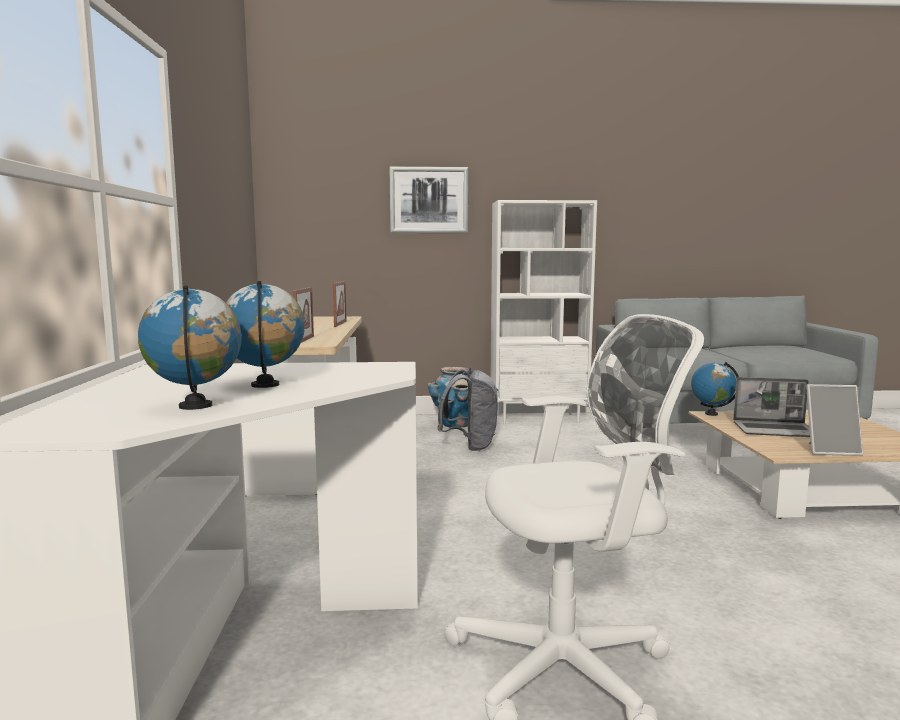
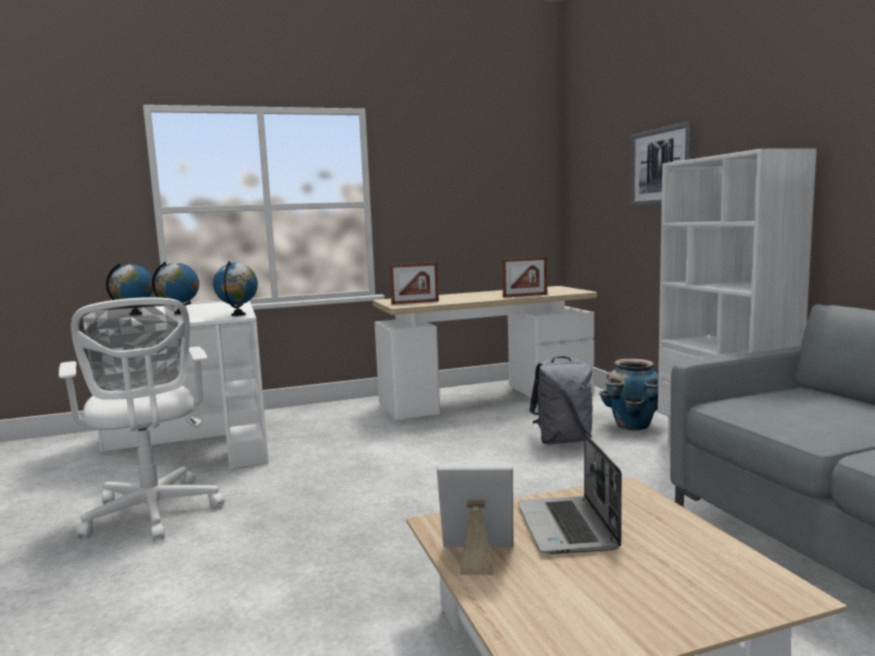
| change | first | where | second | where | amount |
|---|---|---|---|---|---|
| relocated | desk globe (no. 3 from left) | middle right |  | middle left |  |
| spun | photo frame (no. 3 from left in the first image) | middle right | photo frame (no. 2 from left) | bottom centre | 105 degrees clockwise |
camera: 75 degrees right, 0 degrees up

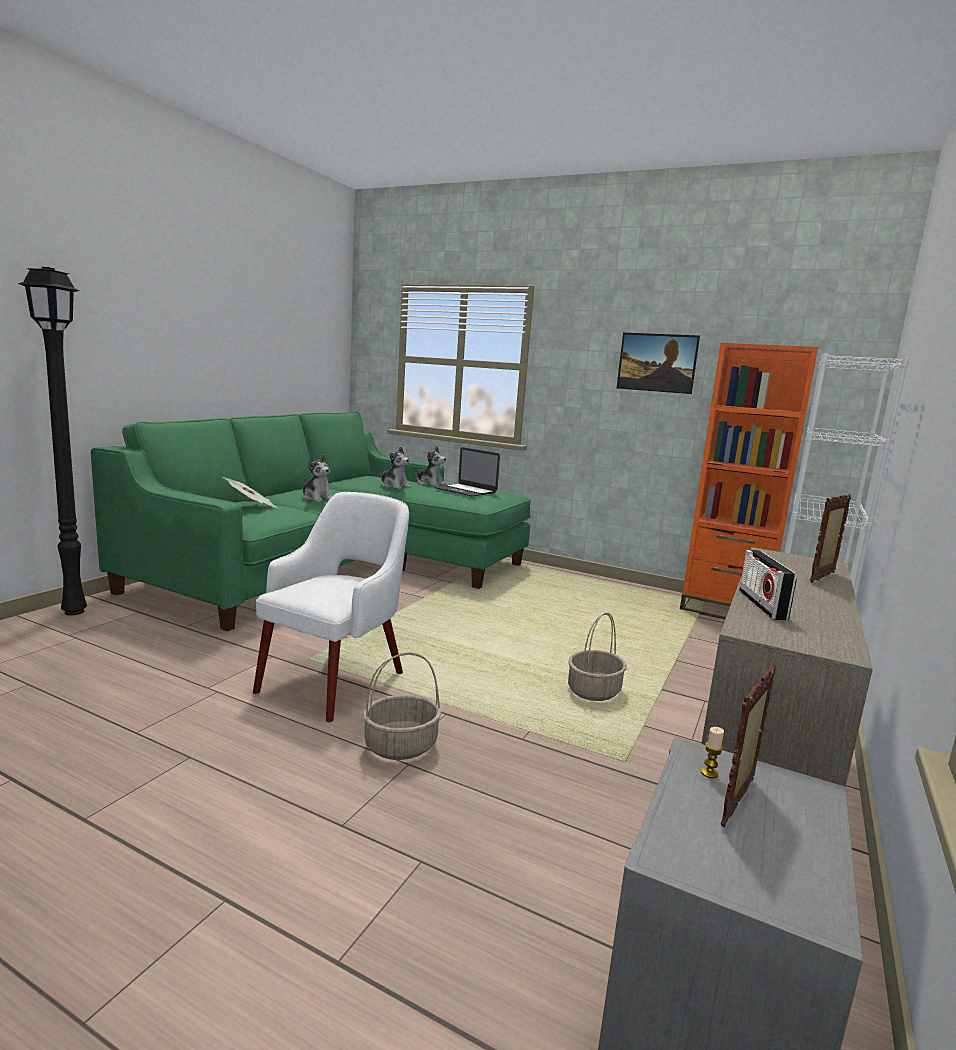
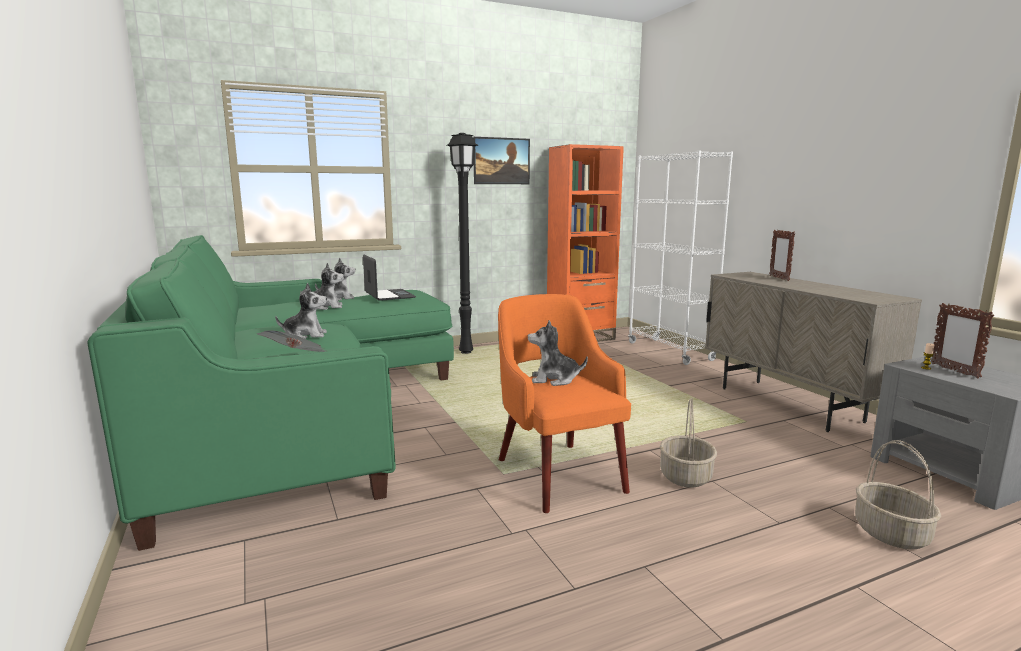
| change | first | where | second | where | amount |
|---|---|---|---|---|---|
| missing | radio set | middle right |  |  |  |
| appeared |  |  | cuddly toy (no. 4 from left) | centre |  |
| relocated | blackish standard lamp | middle left |  | centre |  |
| relocated | storage basket (no. 2 from left) | centre |  | bottom right |  |
| colour | whitish armchair | centre | orange armchair | centre |  |
| spun | portable computer | centre |  | centre | 105 degrees counterclockwise |
camera: 50 degrees left, 0 degrees up

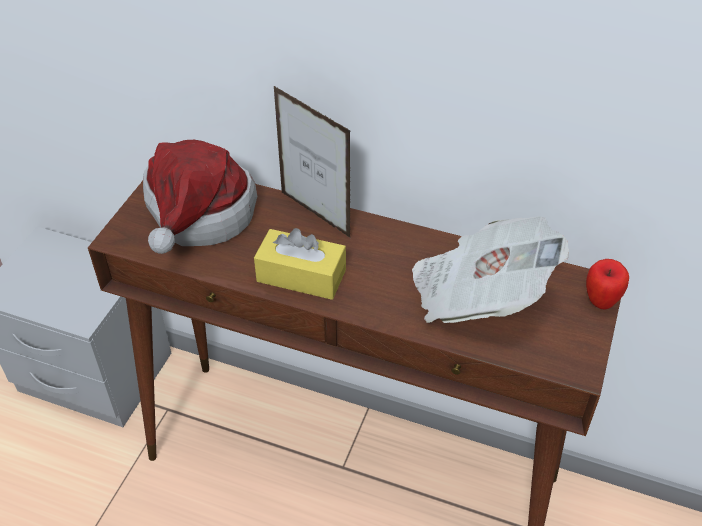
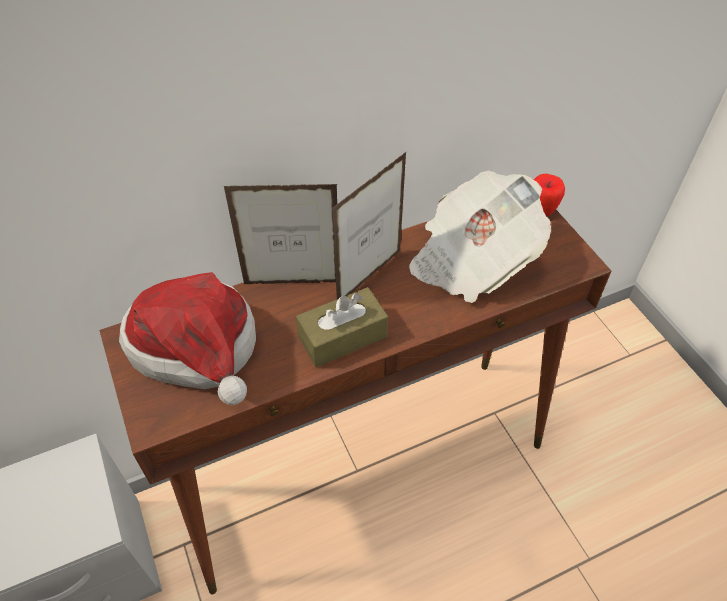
| change | first | where | second | where | amount |
|---|---|---|---|---|---|
| appeared |  |  | photo frame (no. 2 from left) | centre |  |
| colour | yellow box of tissues | centre | brown-coloured box of tissues | centre |  |
camera: 45 degrees left, 5 degrees up

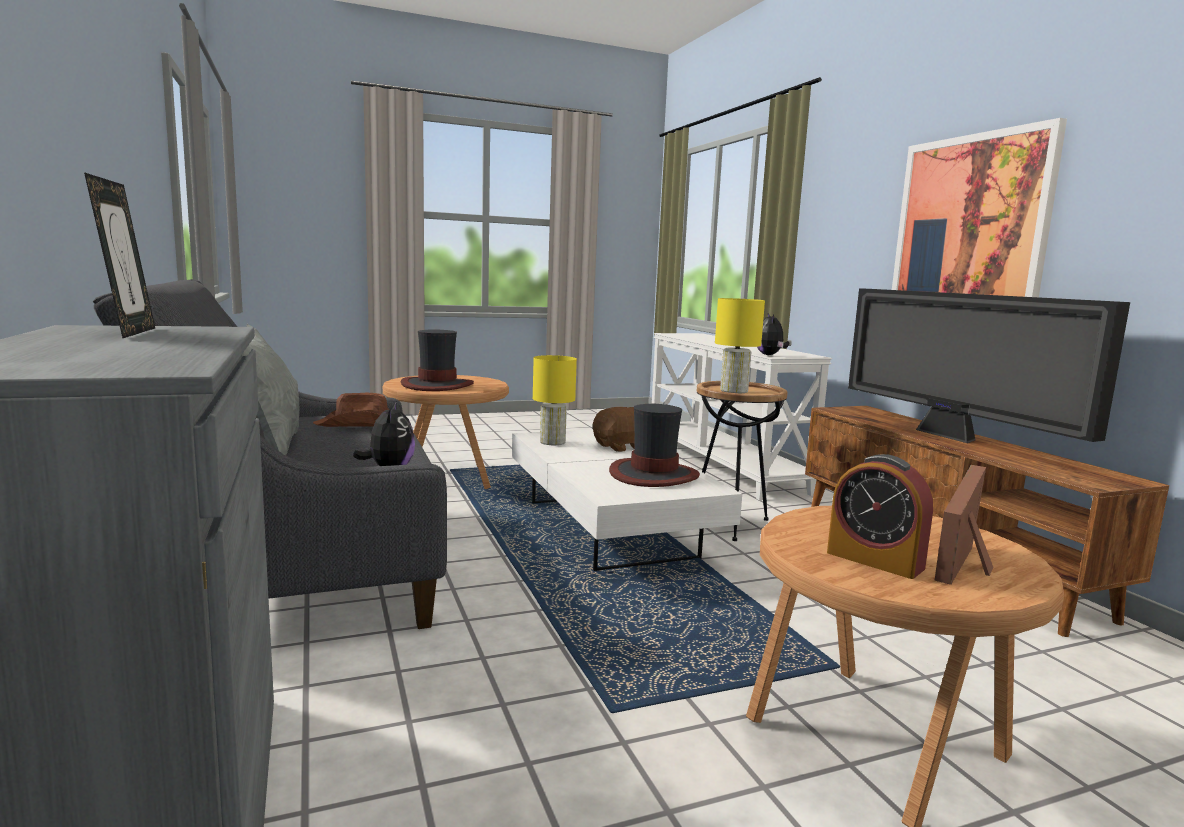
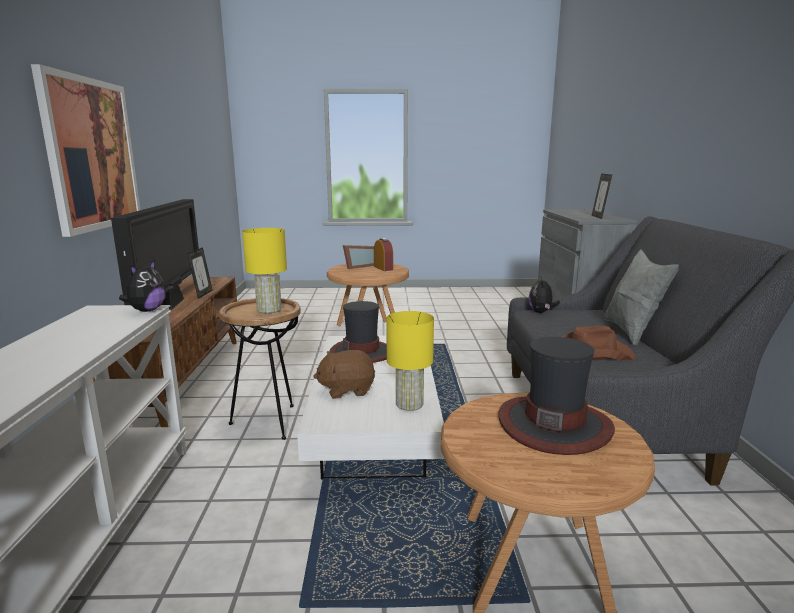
| change | first | where | second | where | amount |
|---|---|---|---|---|---|
| appeared |  |  | photo frame (no. 1 from left) | middle left |  |
camera: 160 degrees left, 5 degrees up

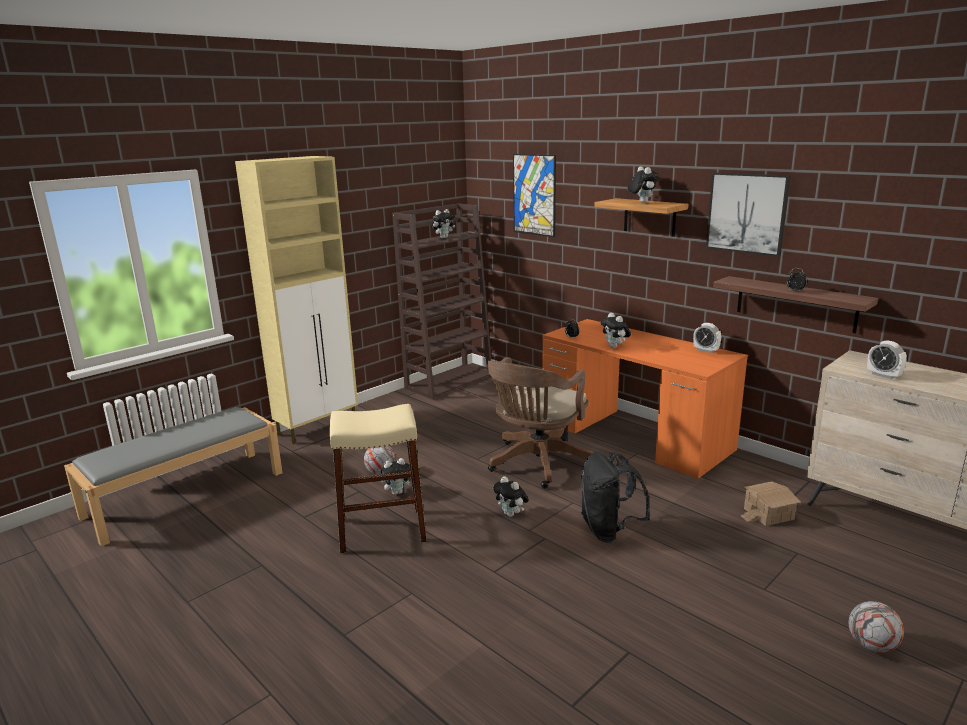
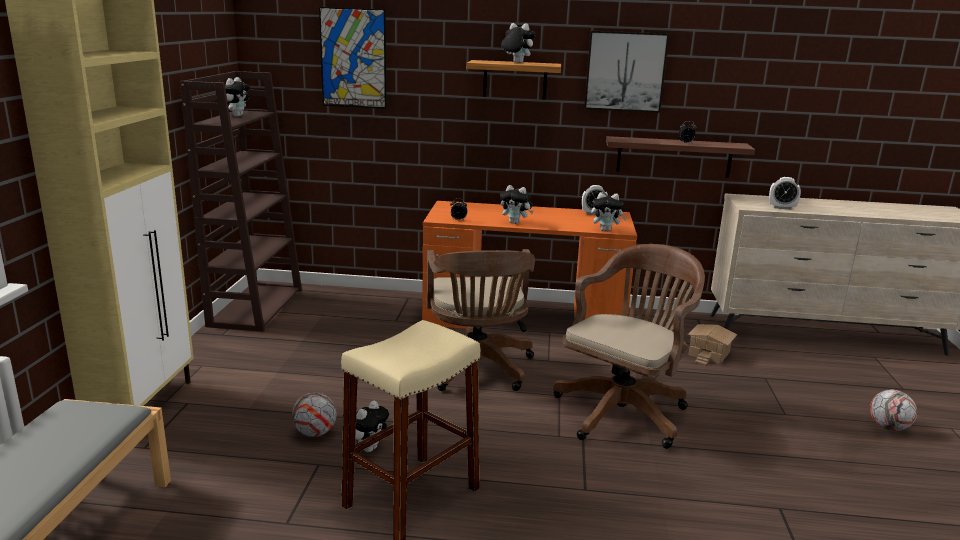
| change | first | where | second | where | amount |
|---|---|---|---|---|---|
| relocated | cuddly toy (no. 3 from left in the first image) | bottom centre | cuddly toy (no. 5 from left) | centre |  |
| exchanged | blackish knapsack | bottom centre | brown-coloured desk chair (no. 2 from left) | centre |  |
camera: 40 degrees left, 0 degrees up

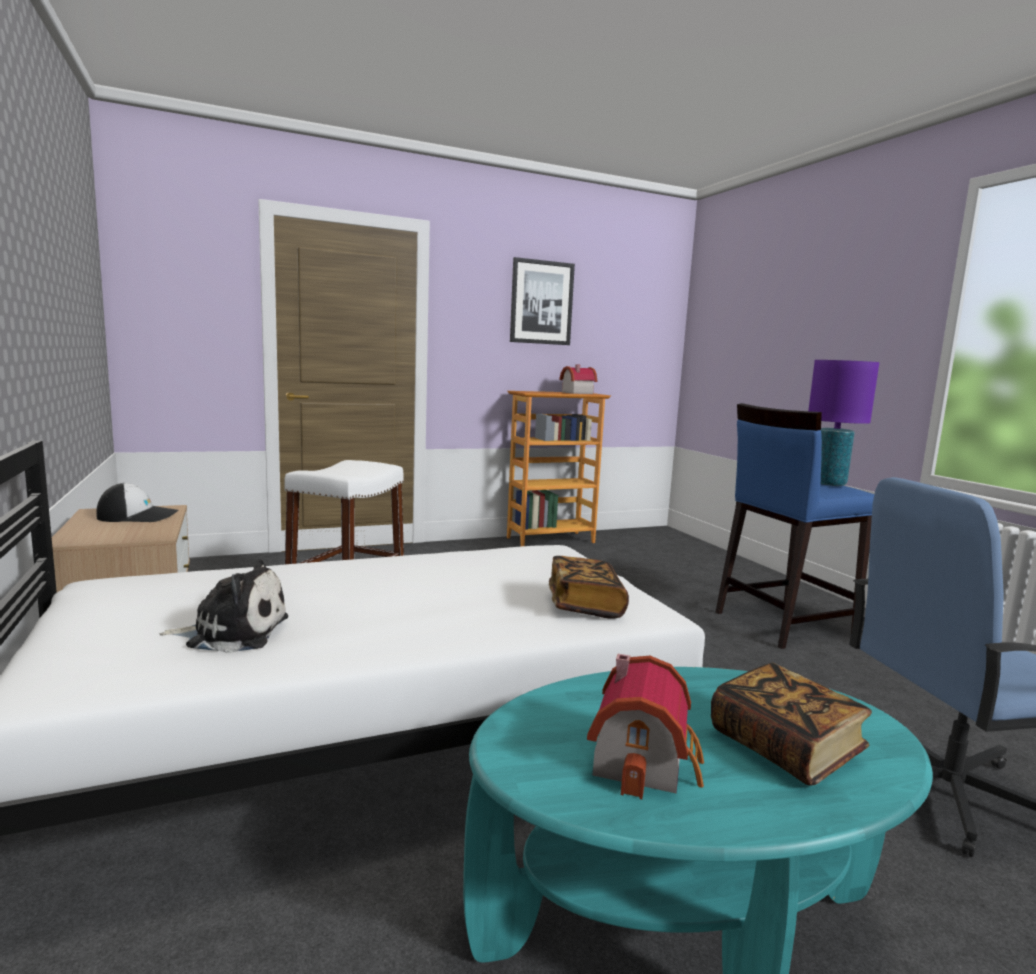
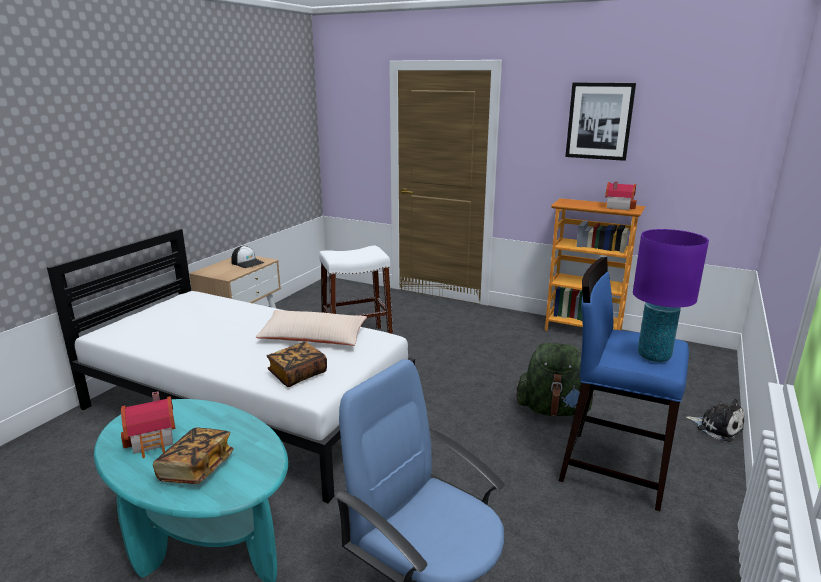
| change | first | where | second | where | amount |
|---|---|---|---|---|---|
| appeared |  |  | sand-coloured cushion | centre |  |
| appeared |  |  | green knapsack | middle right |  |
| relocated | cuddly toy | middle left |  | bottom right |  |
camera: 50 degrees right, 10 degrees up

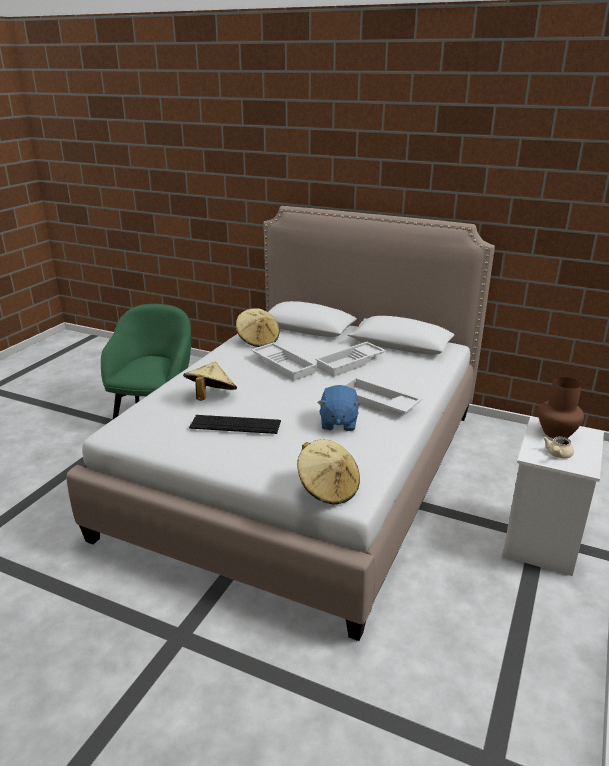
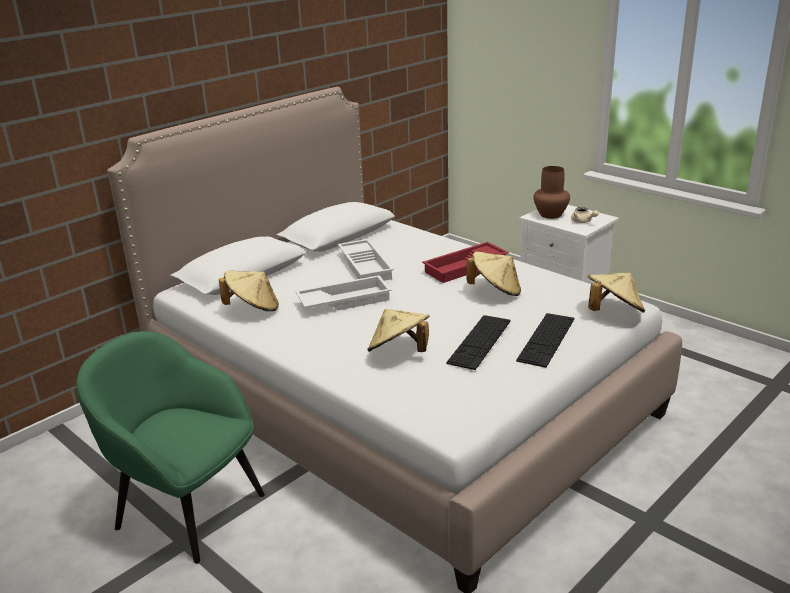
| change | first | where | second | where | amount |
|---|---|---|---|---|---|
| appeared |  |  | computer keyboard (no. 2 from left) | middle right |  |
| exchanged | blue cuddly toy | centre | sand-coloured wearable hat (no. 3 from left) | centre |  |
| colour | whitish tray (no. 3 from left) | centre | reddish tray | centre |  |
camera: 70 degrees left, 0 degrees up

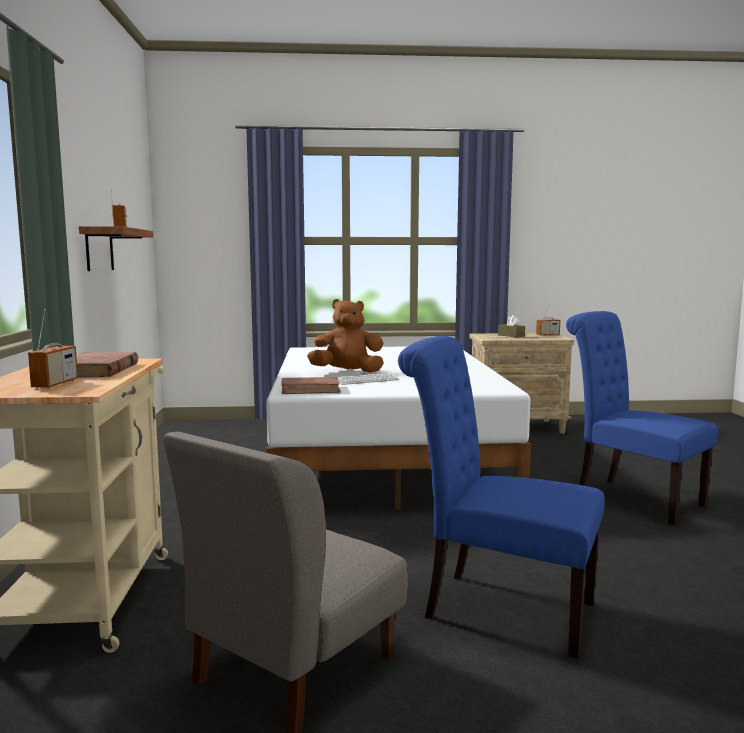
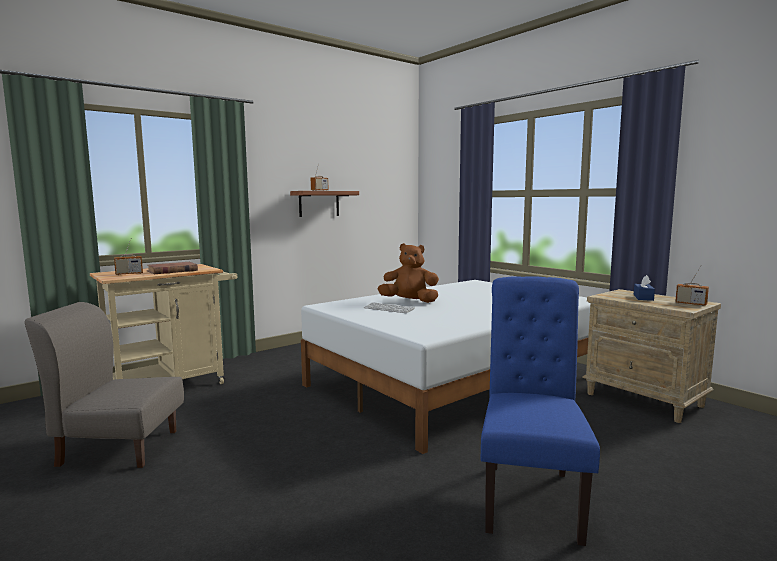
| change | first | where | second | where | amount |
|---|---|---|---|---|---|
| missing | brown-coloured volume (no. 2 from left) | centre |  |  |  |
| missing | blue chair (no. 1 from left) | bottom right |  |  |  |
| colour | brown-coloured box of tissues | middle right | blue box of tissues | middle right |  |
| spun | brown-coloured cuddly toy | centre |  | centre | 45 degrees counterclockwise |
camera: 55 degrees right, 0 degrees up

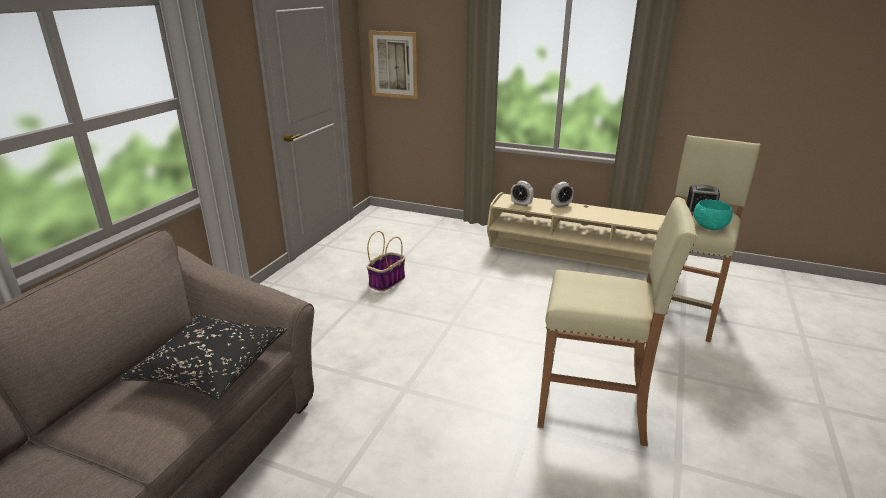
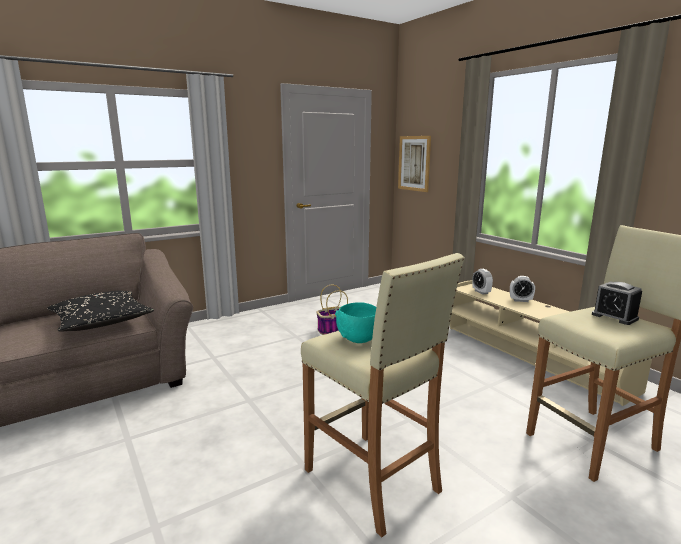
| change | first | where | second | where | amount |
|---|---|---|---|---|---|
| relocated | turquoise-coloured serving bowl | middle right |  | centre |  |
camera: 35 degrees right, 10 degrees down

